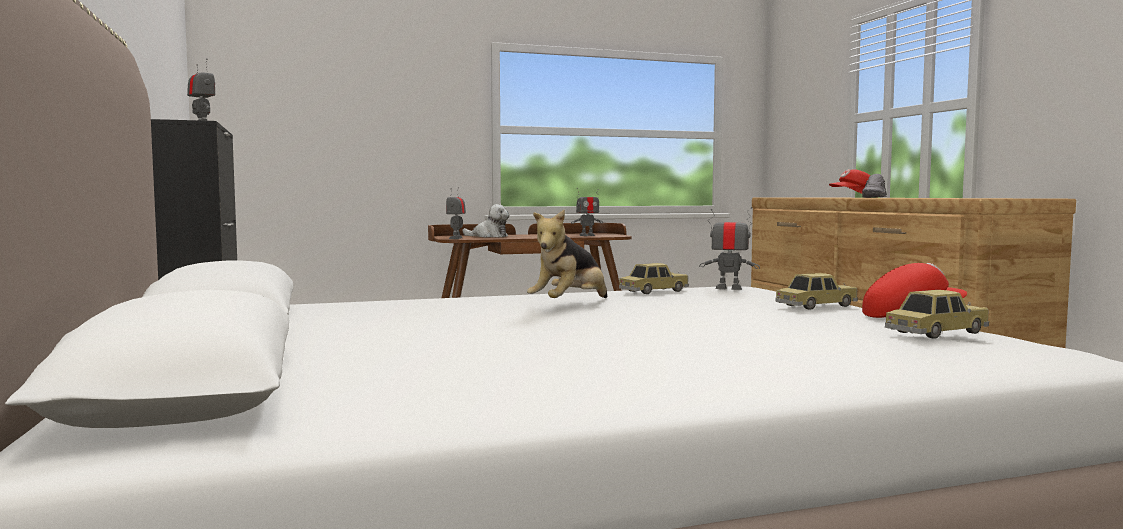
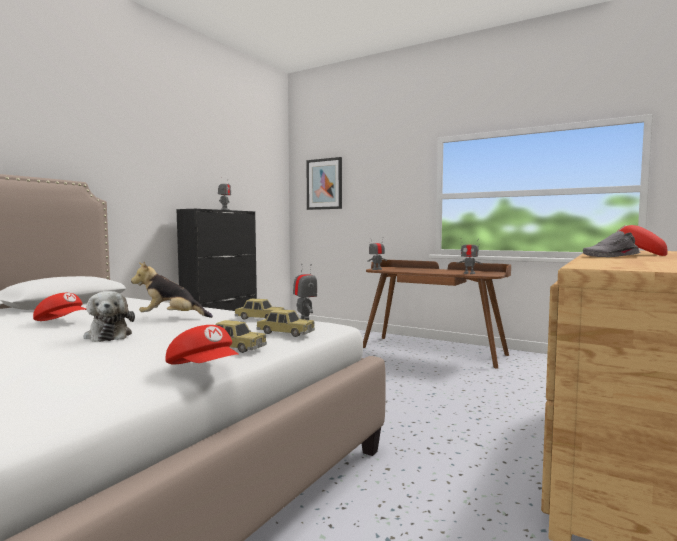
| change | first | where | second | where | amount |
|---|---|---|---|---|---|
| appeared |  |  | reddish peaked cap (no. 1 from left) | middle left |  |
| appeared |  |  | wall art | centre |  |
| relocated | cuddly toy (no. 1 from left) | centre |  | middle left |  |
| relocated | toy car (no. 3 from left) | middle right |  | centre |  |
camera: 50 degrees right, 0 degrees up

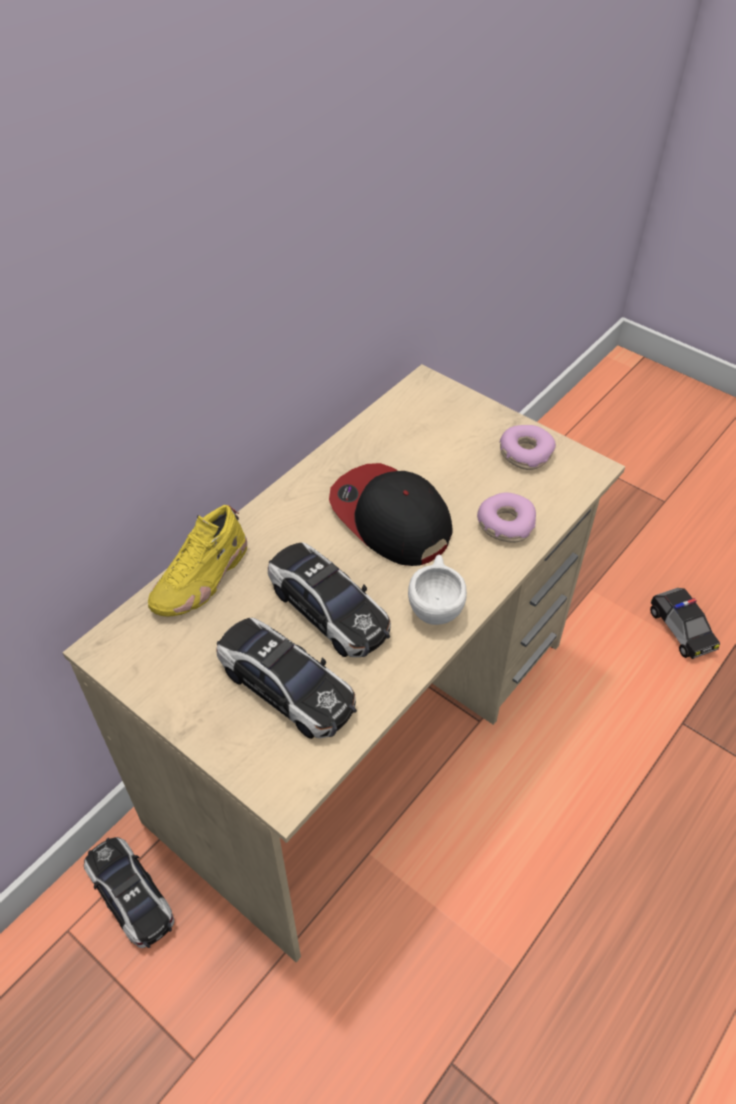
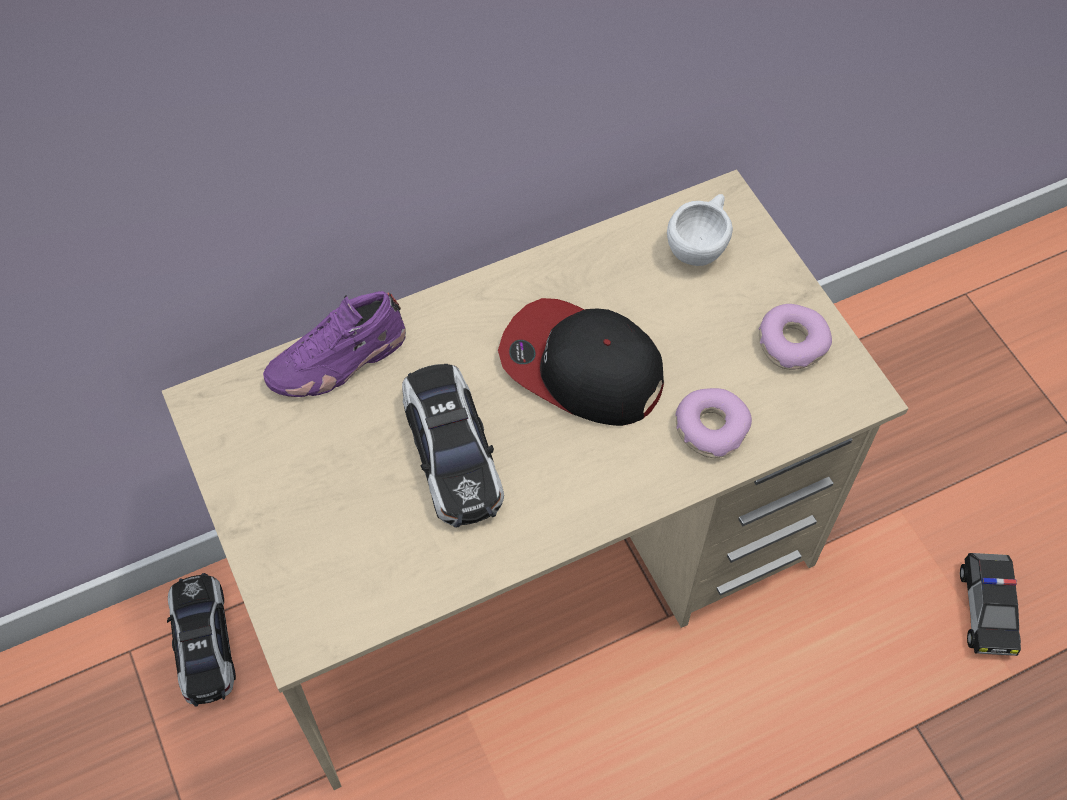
| change | first | where | second | where | amount |
|---|---|---|---|---|---|
| missing | toy car (no. 2 from left) | centre |  |  |  |
| relocated | whitish drinking cup | centre |  | top centre |  |
| colour | yellow item of footwear | middle left | purple-coloured item of footwear | middle left |  |
| spun | peaked cap | centre |  | centre | 45 degrees counterclockwise |
camera: 25 degrees right, 10 degrees up

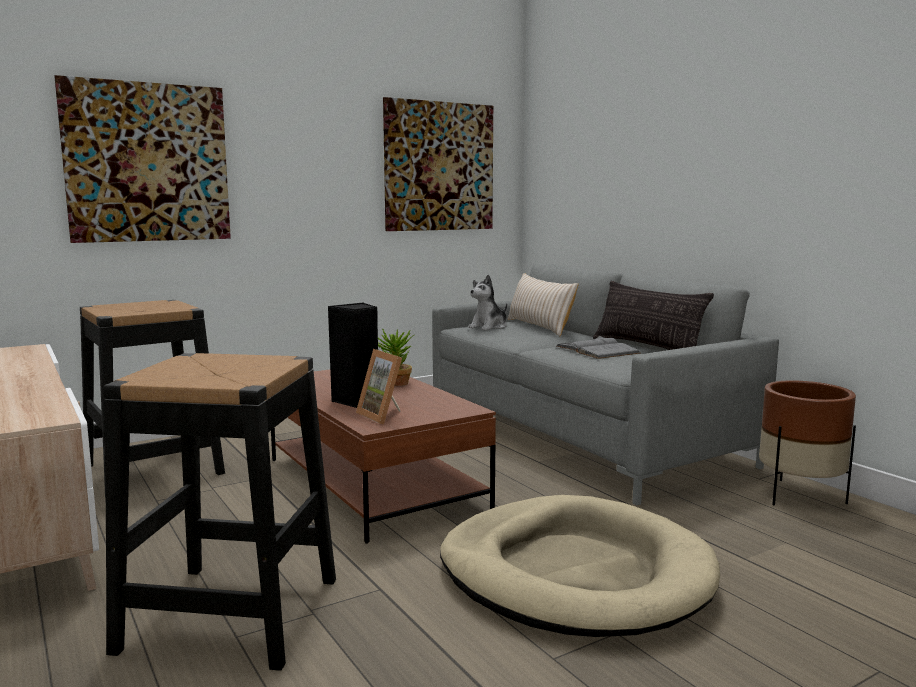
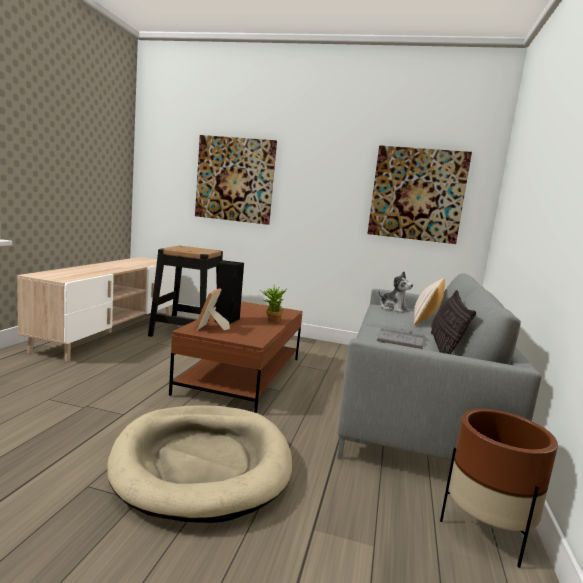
| change | first | where | second | where | amount |
|---|---|---|---|---|---|
| missing | blackish stool seat (no. 2 from left) | bottom left |  |  |  |
| spun | cuddly toy | centre |  | middle right | 135 degrees counterclockwise |
camera: 45 degrees right, 0 degrees up

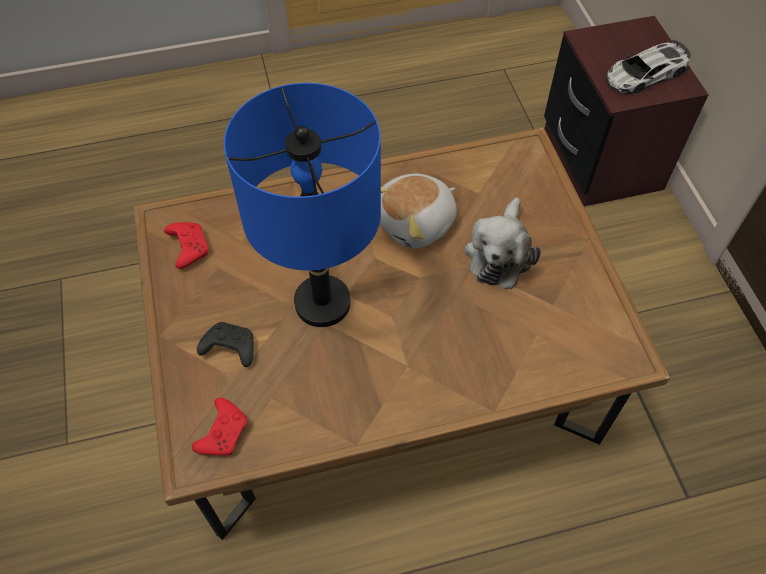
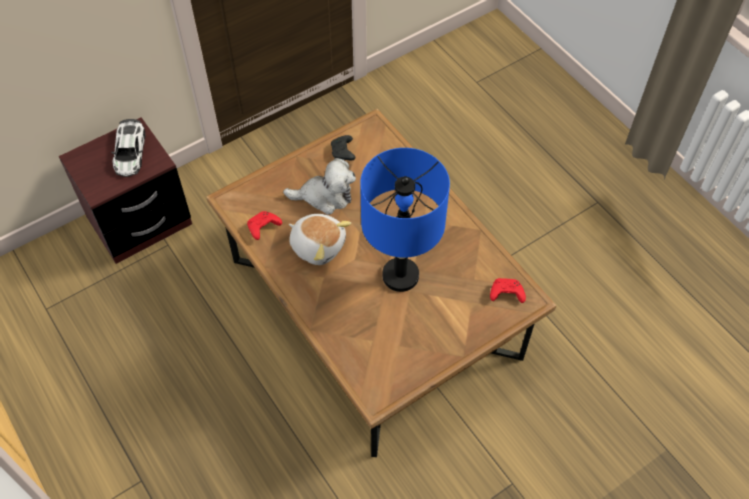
| change | first | where | second | where | amount |
|---|---|---|---|---|---|
| relocated | reddish joypad (no. 1 from left) | middle left |  | centre |  |
| relocated | blackish joypad | middle left |  | top centre |  |
| spun | toy car | top right |  | top left | 45 degrees clockwise |
camera: 110 degrees left, 0 degrees up

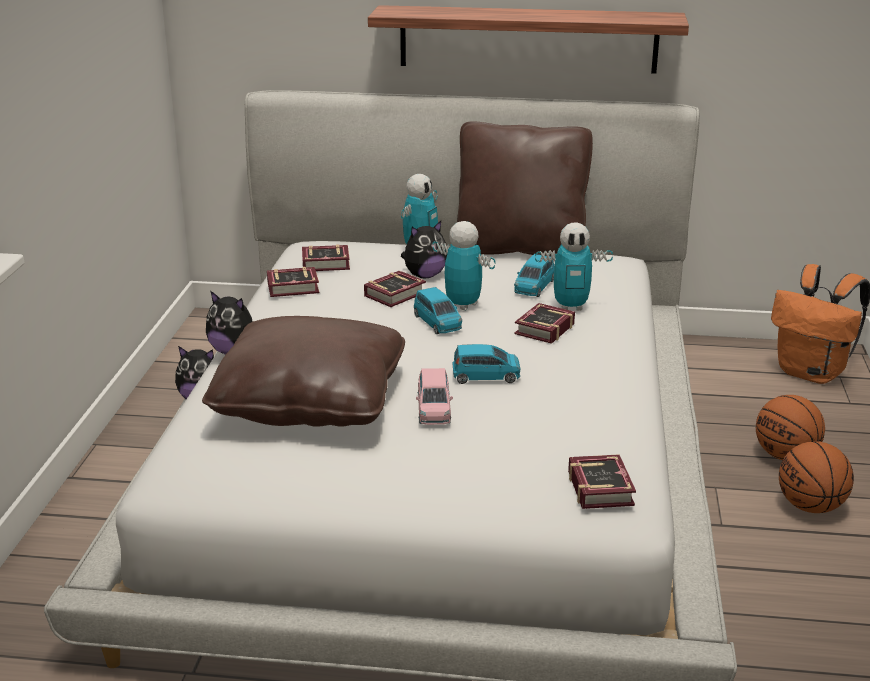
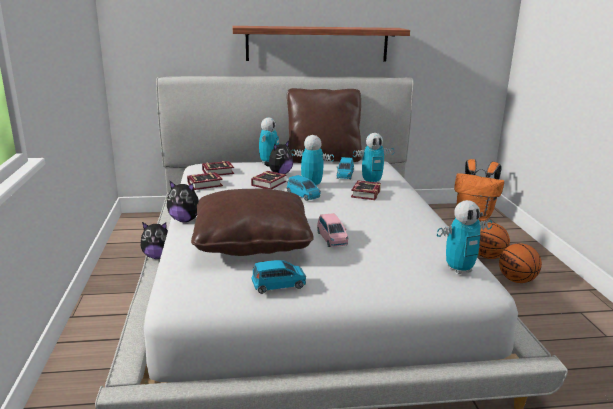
| change | first | where | second | where | amount |
|---|---|---|---|---|---|
| relocated | blue toy car (no. 2 from left in the first image) | centre | blue toy car (no. 1 from left) | bottom centre |  |
| exchanged | volume (no. 5 from left) | bottom right | model robot (no. 4 from left) | middle right |  |
camera: 15 degrees left, 5 degrees down

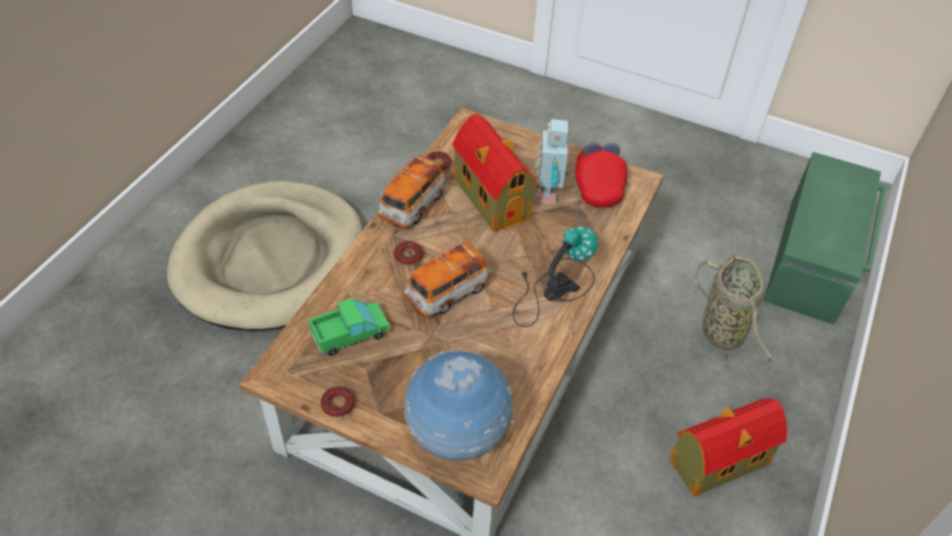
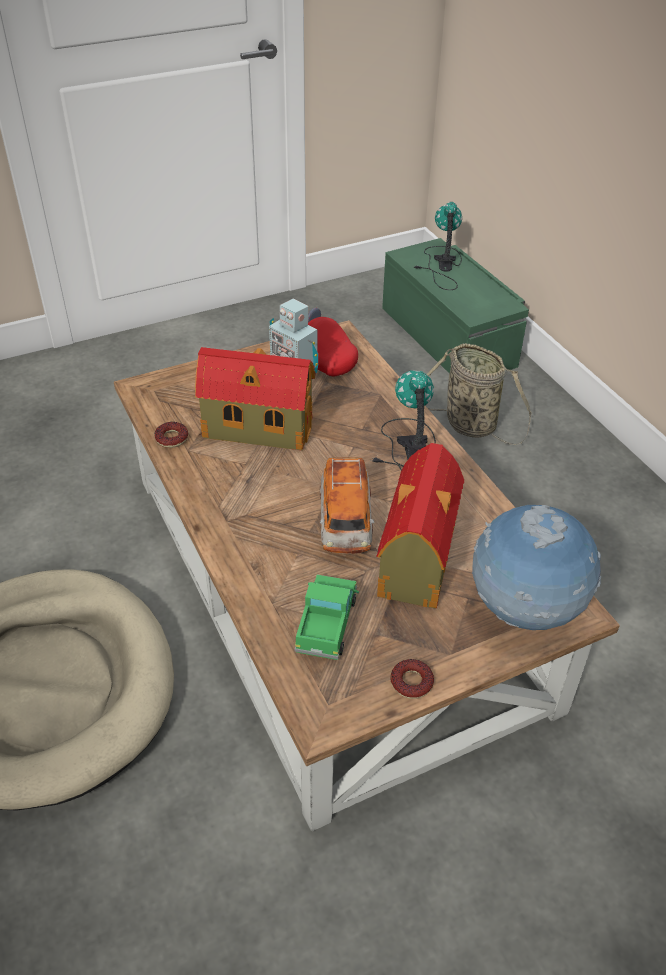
| change | first | where | second | where | amount |
|---|---|---|---|---|---|
| missing | toy car (no. 1 from left) | centre |  |  |  |
| missing | ring doughnut (no. 2 from left) | centre |  |  |  |
| appeared |  |  | table lamp (no. 2 from left) | top centre |  |
| relocated | miniature house (no. 2 from left) | bottom right |  | centre |  |
camera: 50 degrees left, 5 degrees down

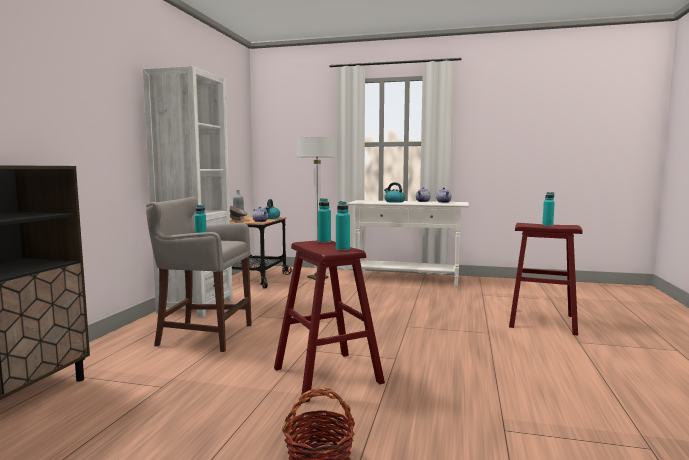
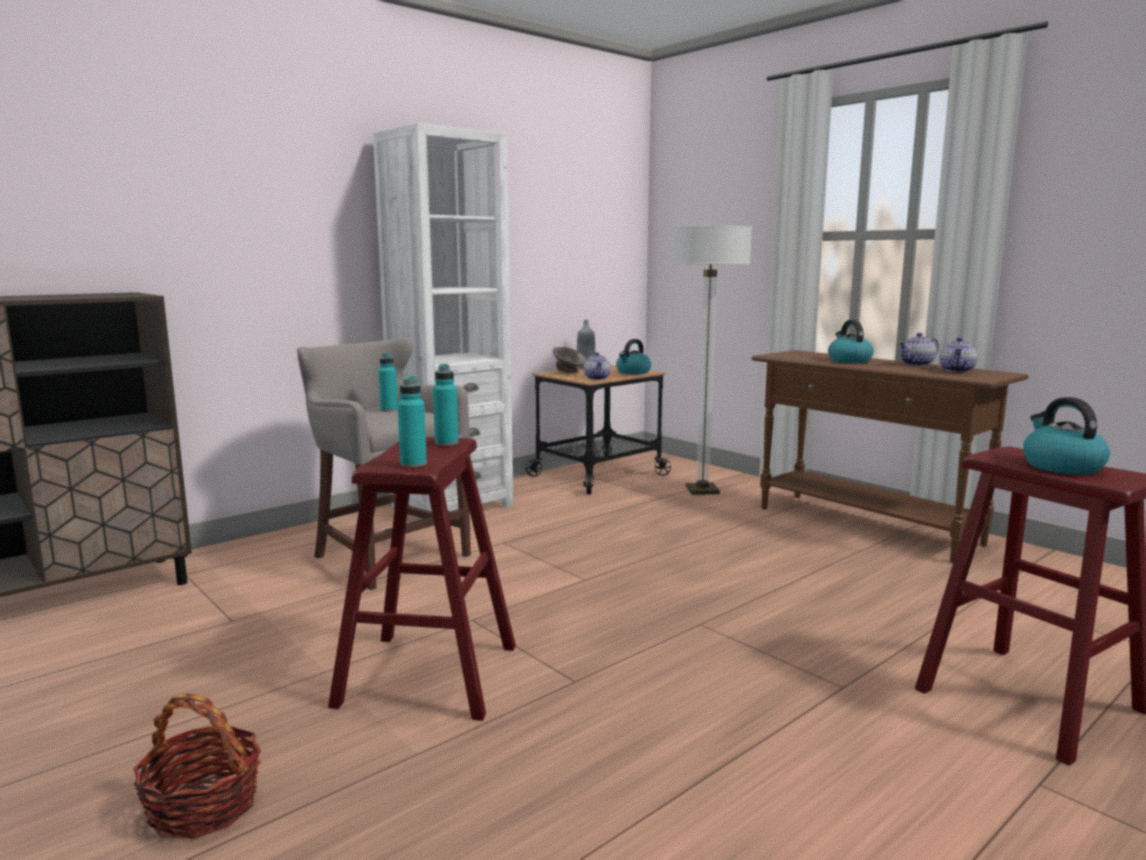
| change | first | where | second | where | amount |
|---|---|---|---|---|---|
| exchanged | turquoise-coloured bottle (no. 4 from left) | middle right | tea kettle (no. 3 from left) | middle right |  |
| colour | whitish narrow table | centre | brown-coloured narrow table | middle right |  |
camera: 35 degrees right, 5 degrees up

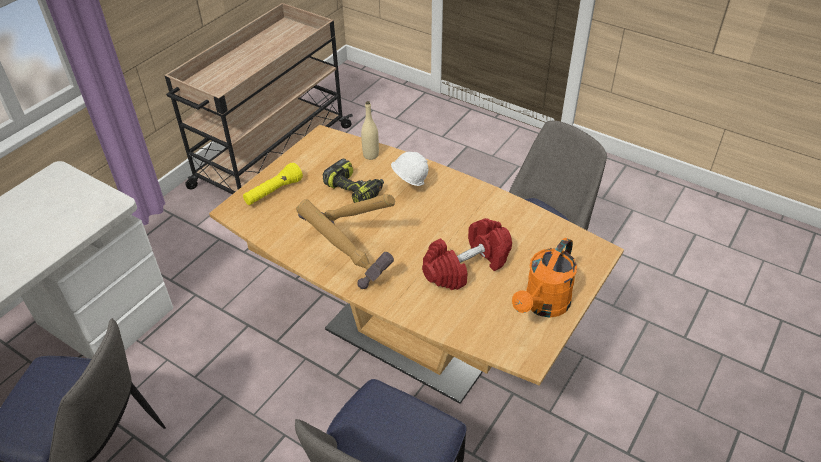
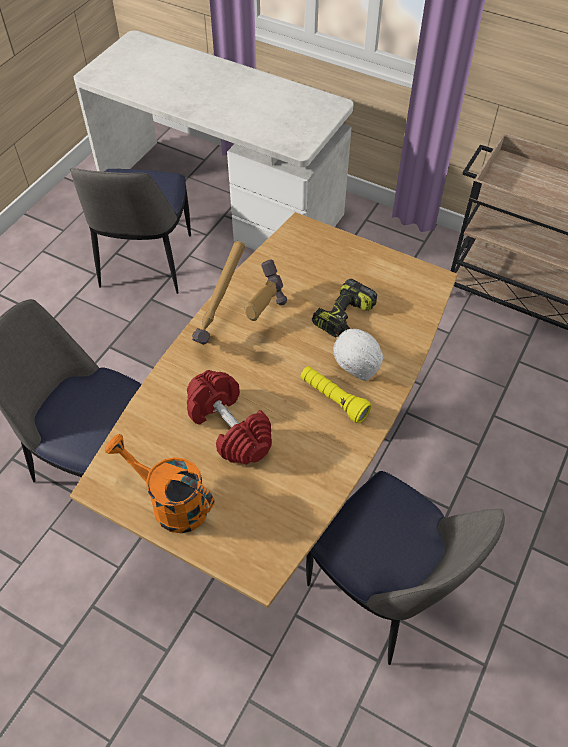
| change | first | where | second | where | amount |
|---|---|---|---|---|---|
| missing | sand-coloured bottle | top centre |  |  |  |
| relocated | yellow hand torch | middle left |  | centre |  |
camera: 85 degrees right, 10 degrees up

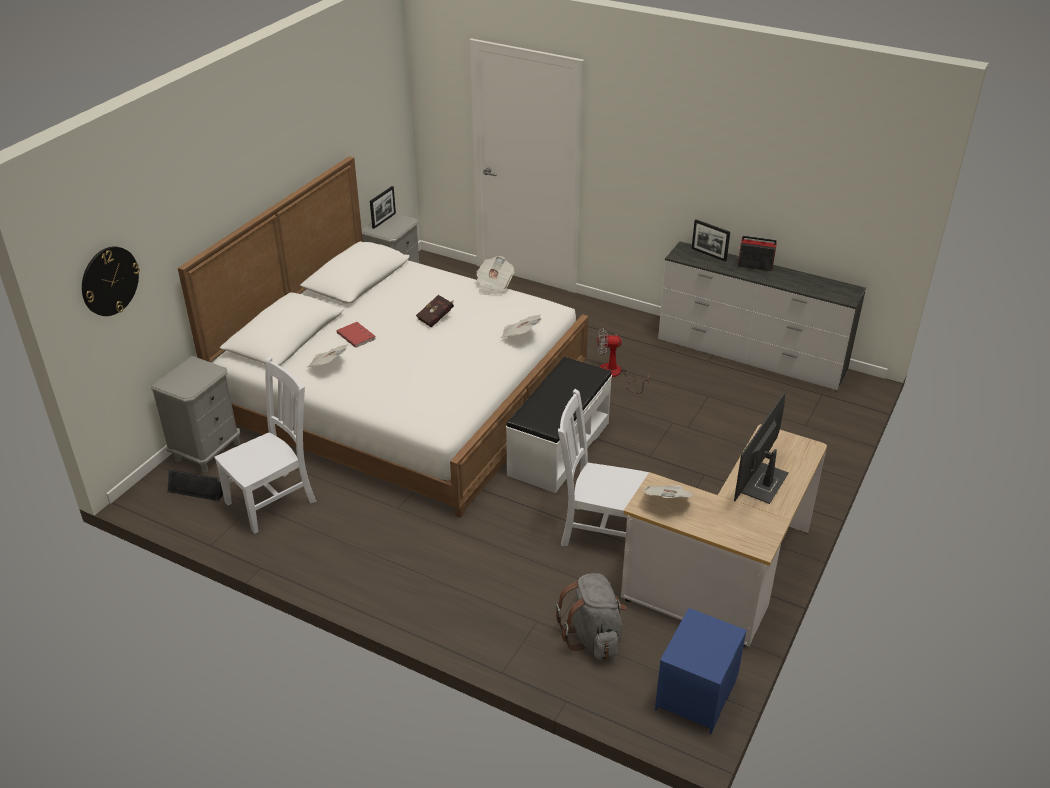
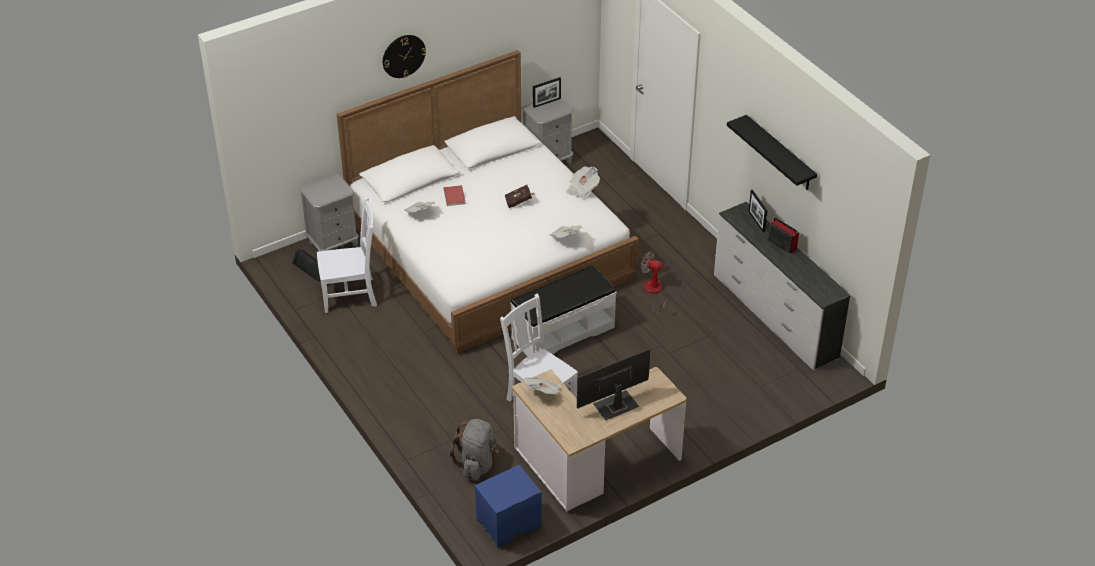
| change | first | where | second | where | amount |
|---|---|---|---|---|---|
| appeared |  |  | blackish bracket shelf | top right |  |
| relocated | hanging clock | middle left |  | top centre |  |
camera: 30 degrees right, 5 degrees up

